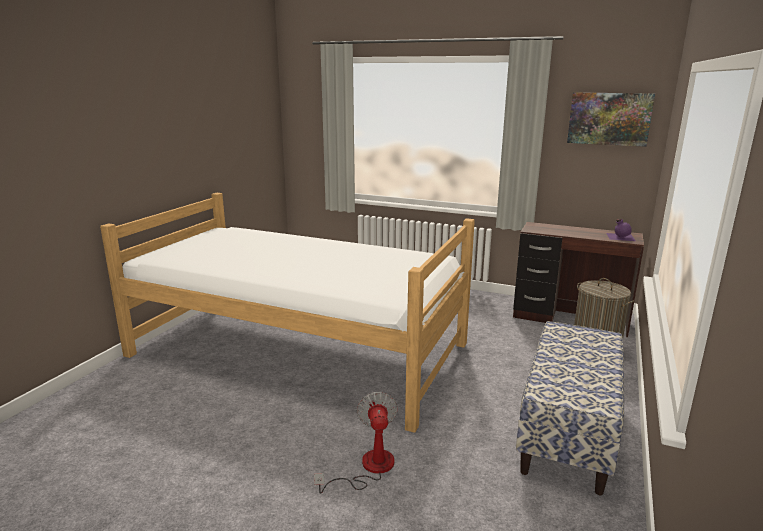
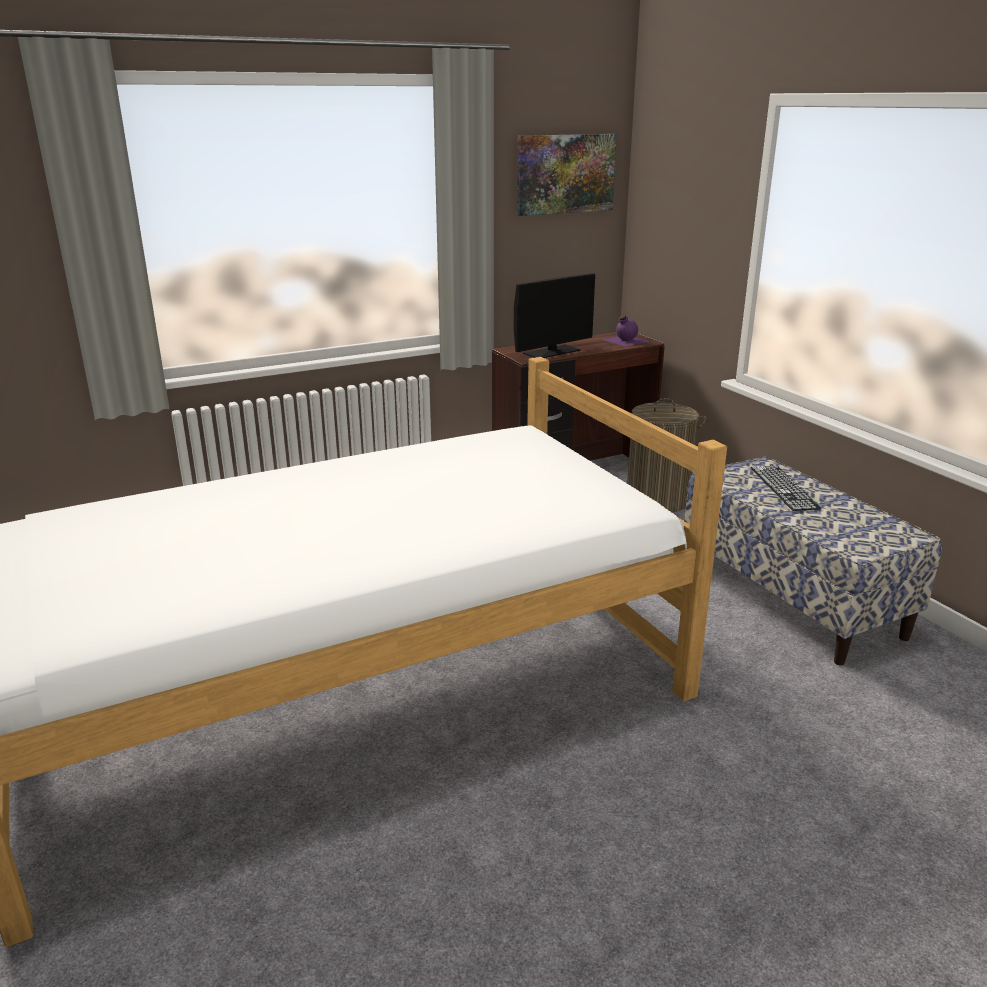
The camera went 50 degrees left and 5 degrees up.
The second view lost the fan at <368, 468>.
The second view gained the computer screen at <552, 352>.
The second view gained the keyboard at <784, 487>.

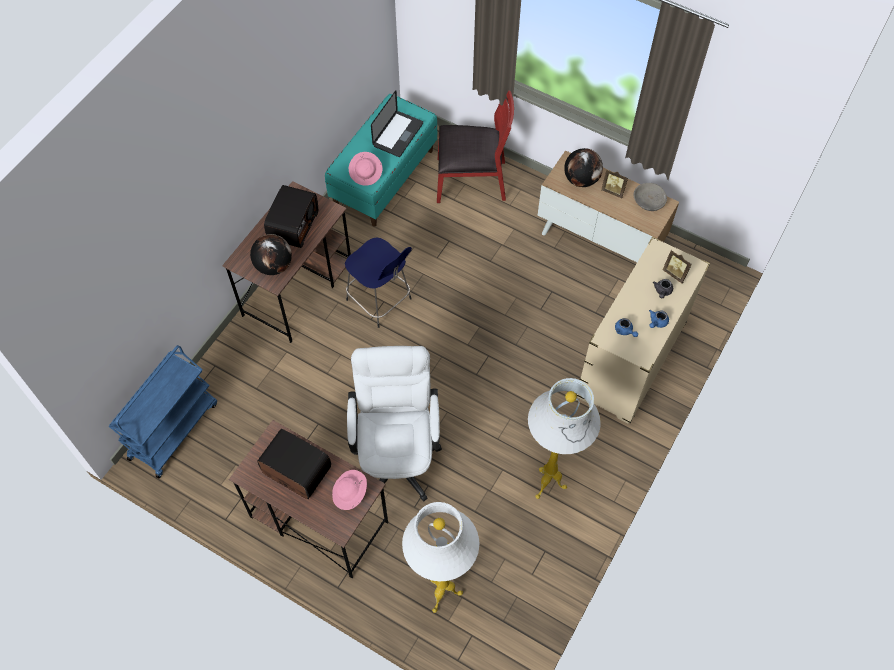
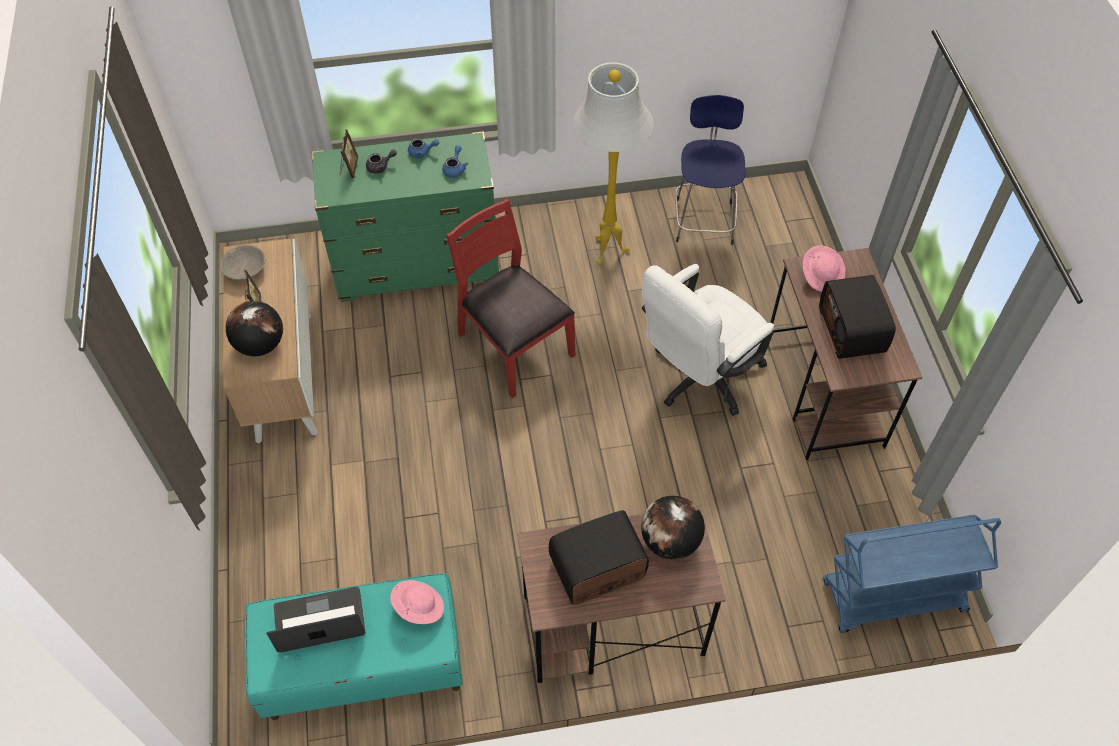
The camera went 130 degrees left and 5 degrees down.
The chair (reddish) ended up elsewhere, having gone from <471, 180> to <513, 345>.
What was the drawer chest (sand-coloured) at <631, 361> turned into the drawer chest (green) at <417, 266>.
The sitting stool (blue) ended up elsewhere, having gone from <380, 301> to <704, 219>.
The second view lost the standing lamp (white-coloured) at <441, 594>.

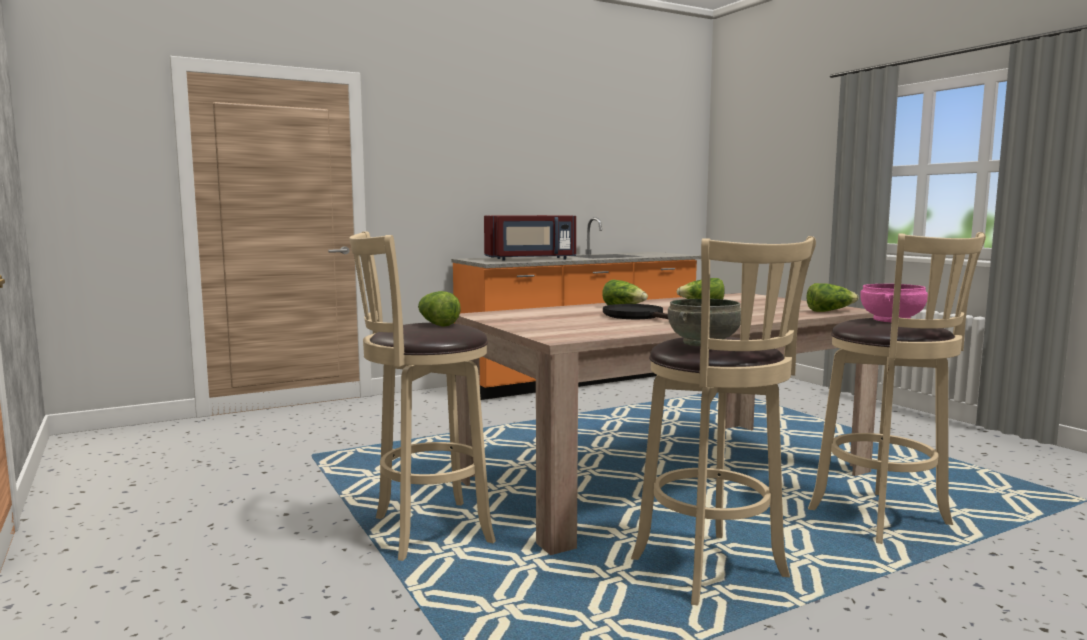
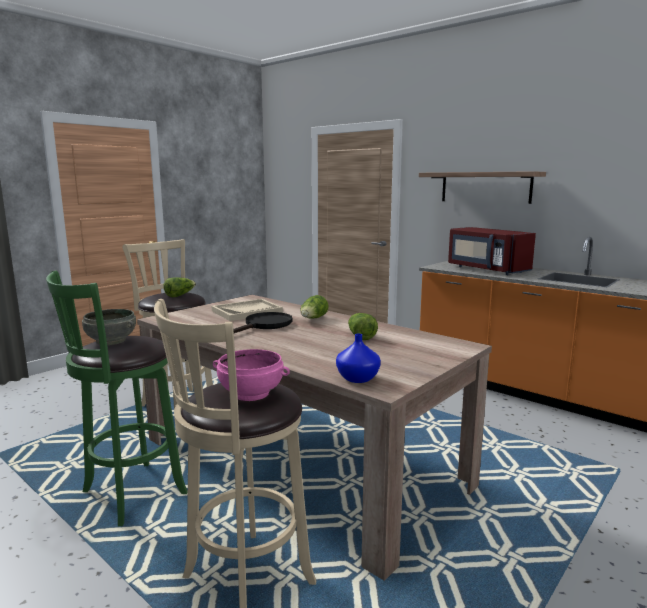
The camera went 70 degrees right and 5 degrees up.
What was the sitting stool (sand-coloured) at <714, 571> turned into the sitting stool (green) at <129, 495>.
Where the head of lettuce stood at <829, 311>, the flower vase (blue) came to stand at <358, 378>.
The second view gained the wall shelf at <485, 187>.
The second view gained the tray (sand-coloured) at <247, 312>.

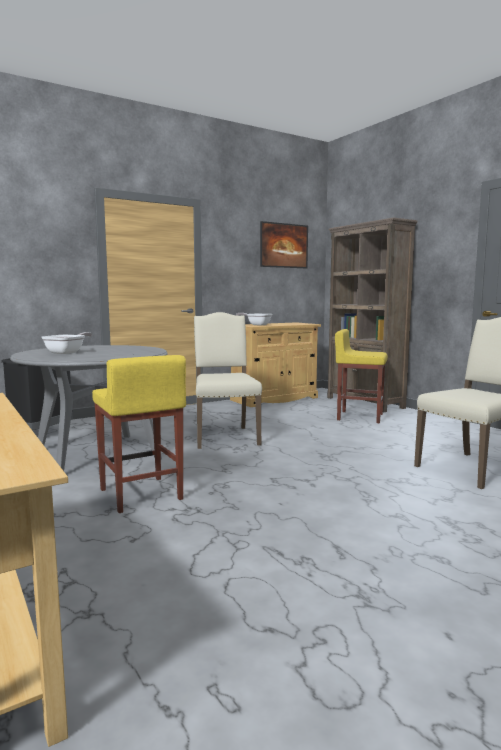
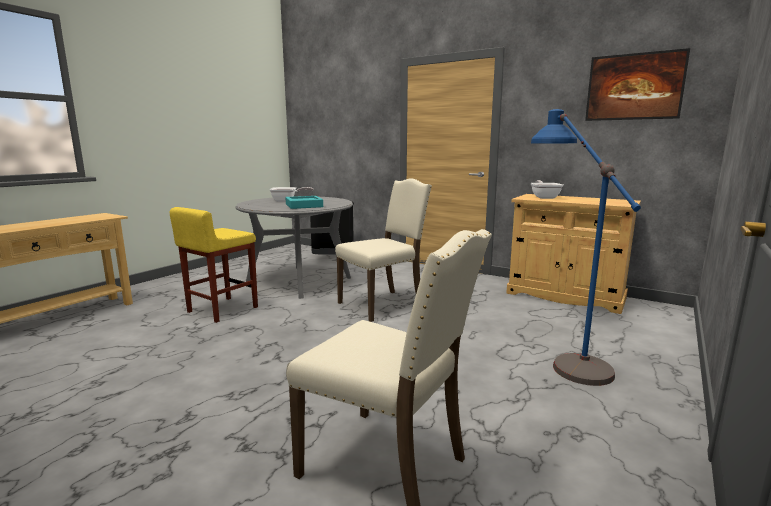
The camera went 65 degrees right and 5 degrees up.
The second view lost the bookshelf (brown-coloured) at <365, 403>.
Where the sitting stool (yellow-coloured) stood at <359, 417>, the standing lamp (blue) came to stand at <562, 352>.
The second view gained the tray (turquoise-coloured) at <304, 206>.

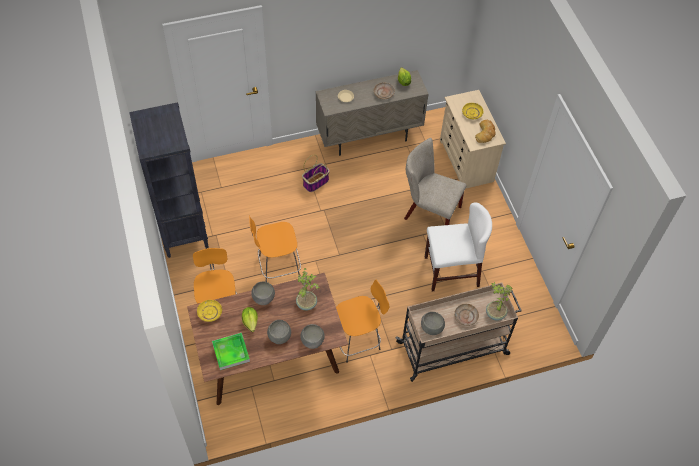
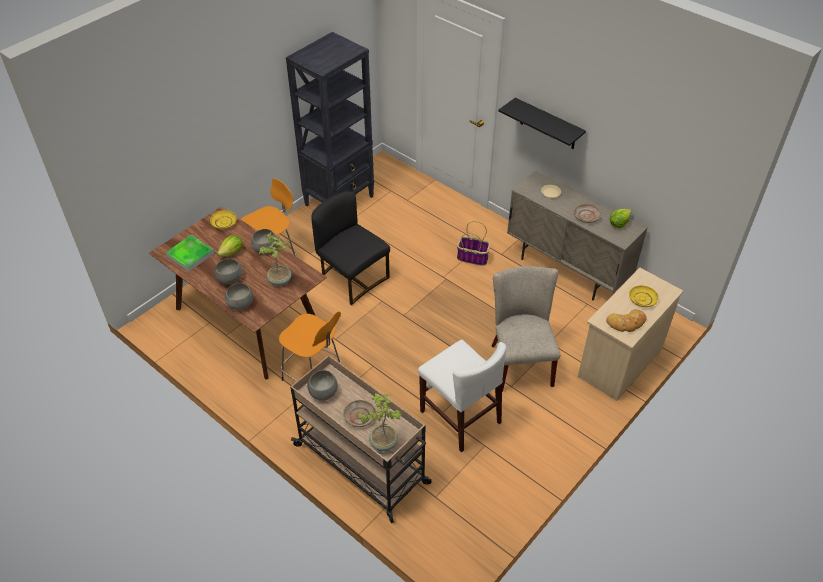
The camera went 60 degrees right and 10 degrees down.
Where the sitting stool (orange-coloured) stood at <277, 267>, the chair (black-coloured) came to stand at <352, 278>.
The second view gained the wall shelf (black-coloured) at <548, 124>.

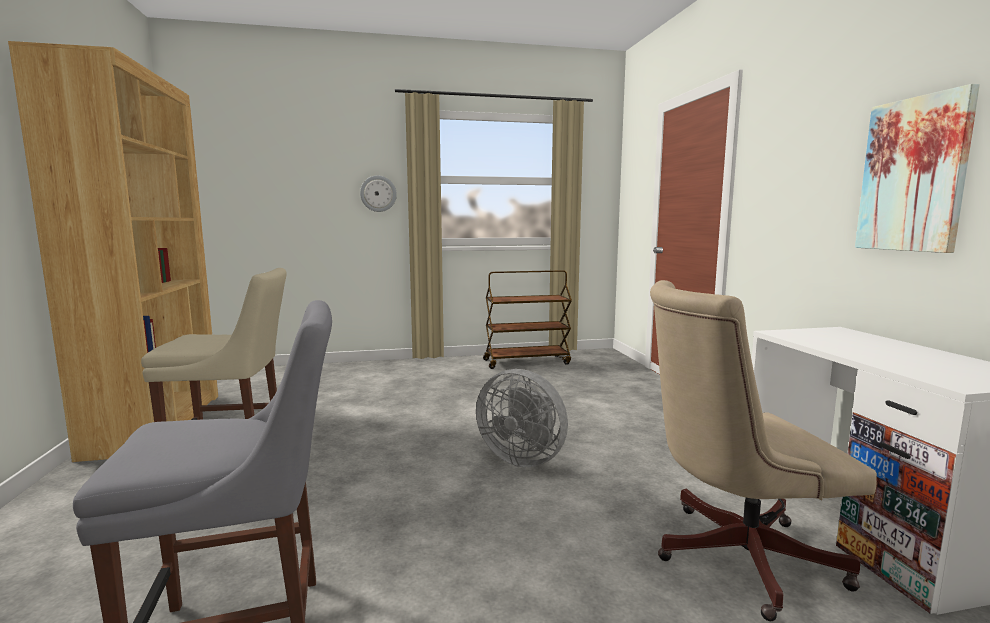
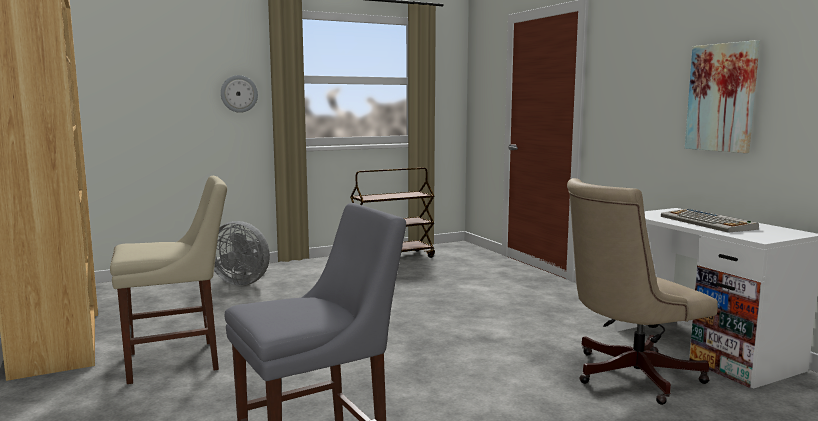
The camera went 15 degrees left and 0 degrees up.
The fan (grey) ended up elsewhere, having gone from <522, 458> to <242, 282>.
The second view gained the keyboard at <708, 222>.

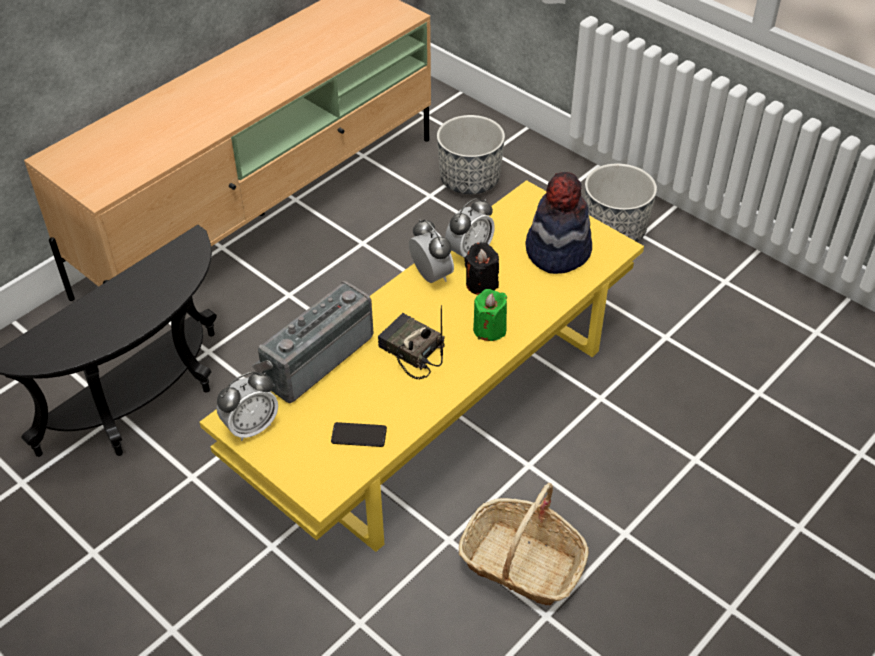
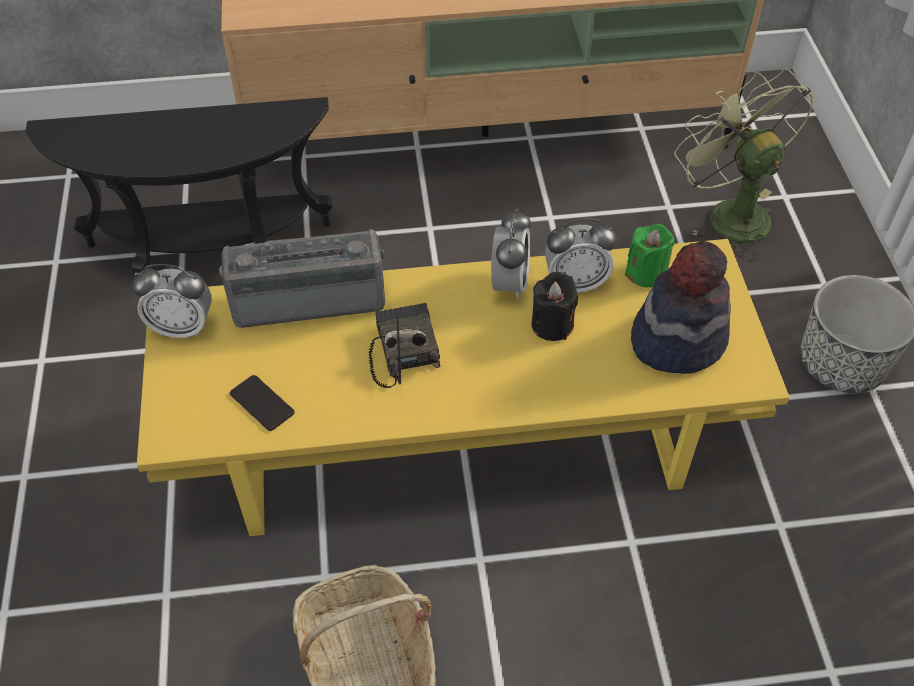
The camera went 40 degrees right and 5 degrees up.
Where the planter stood at <470, 180>, the fan (green) came to stand at <728, 213>.
The candle (green) ended up elsewhere, having gone from <489, 329> to <646, 273>.

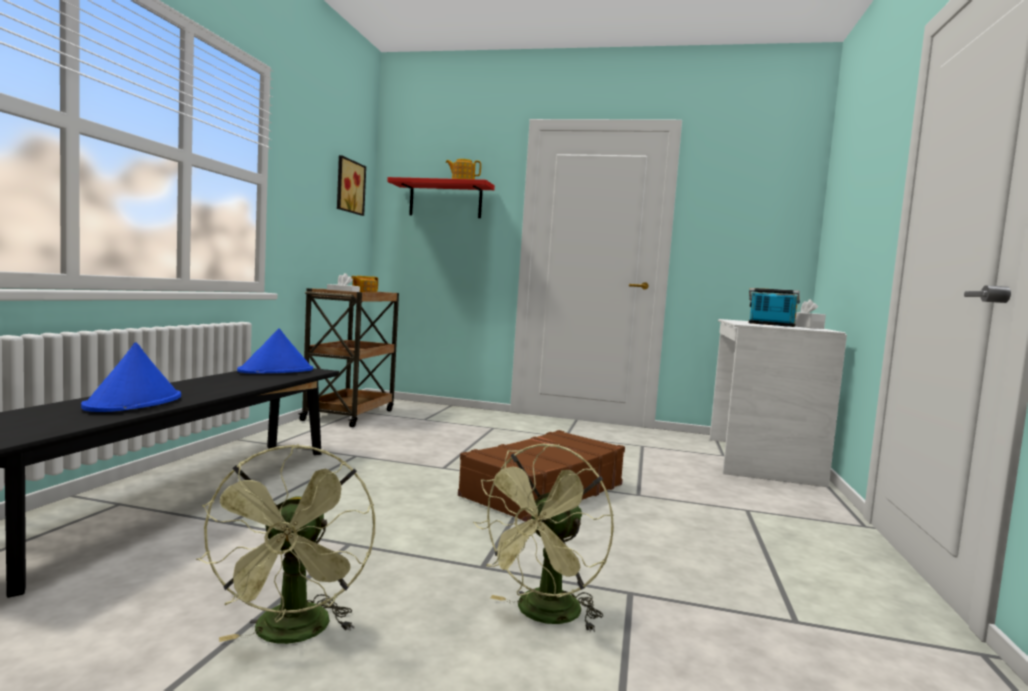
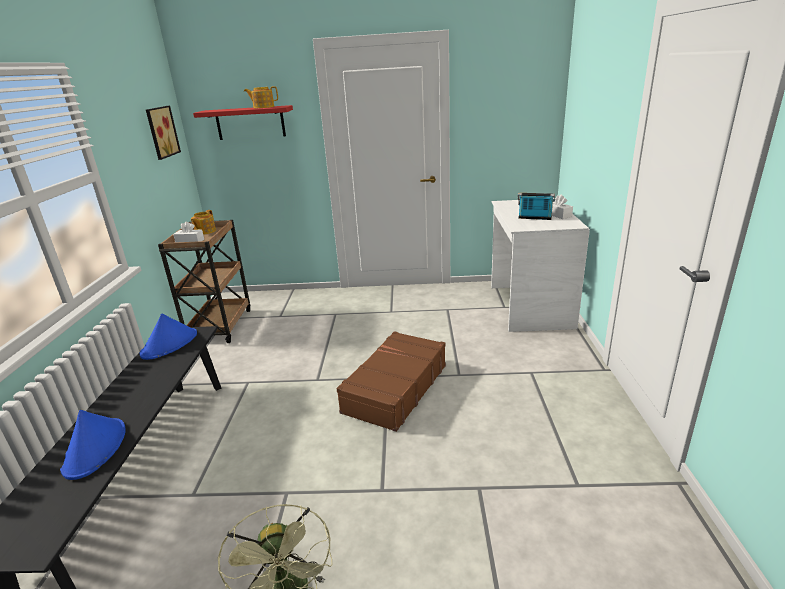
The camera went 10 degrees left and 20 degrees up.
The second view lost the fan (green) at <543, 615>.

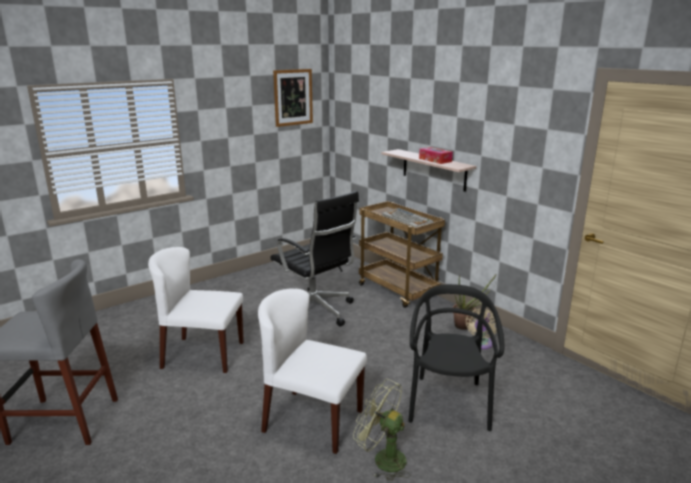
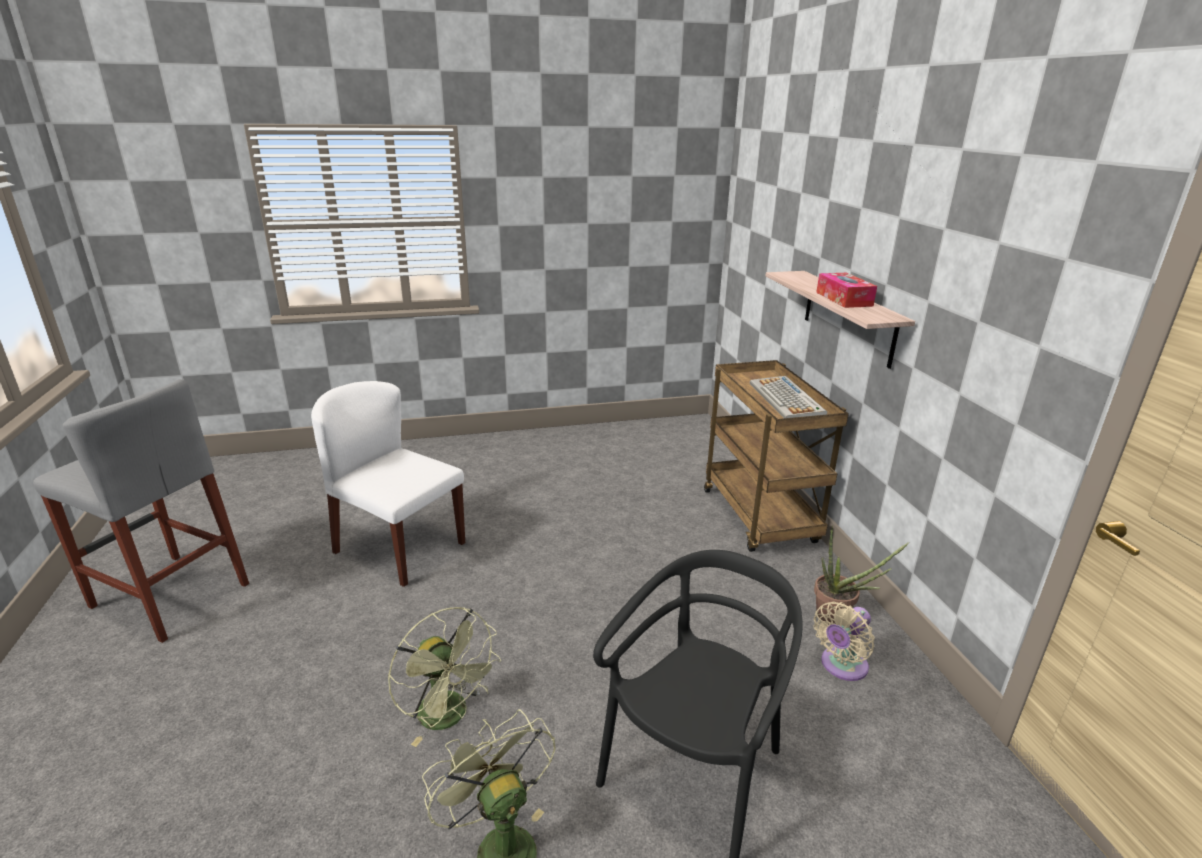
The camera went 25 degrees right and 5 degrees up.
The second view lost the wall art at <293, 97>.
The second view lost the desk chair (black-coloured) at <315, 312>.
Where the chair (white-coloured) stood at <312, 420>, the fan (green) came to stand at <450, 717>.

